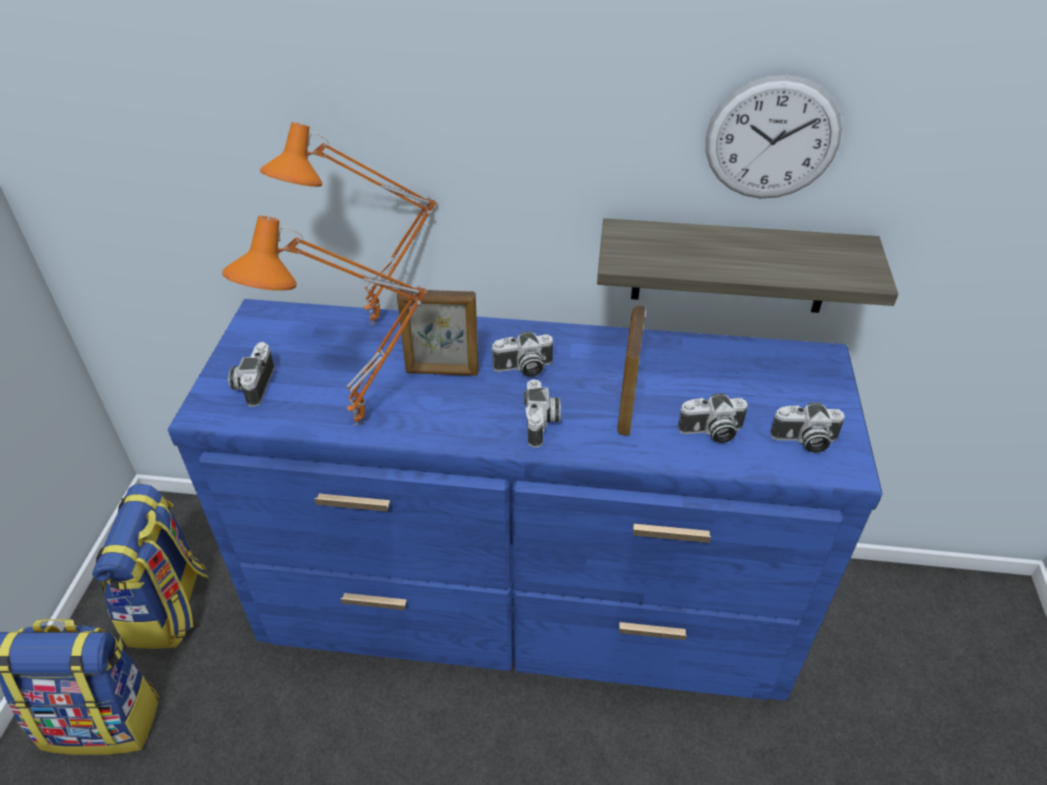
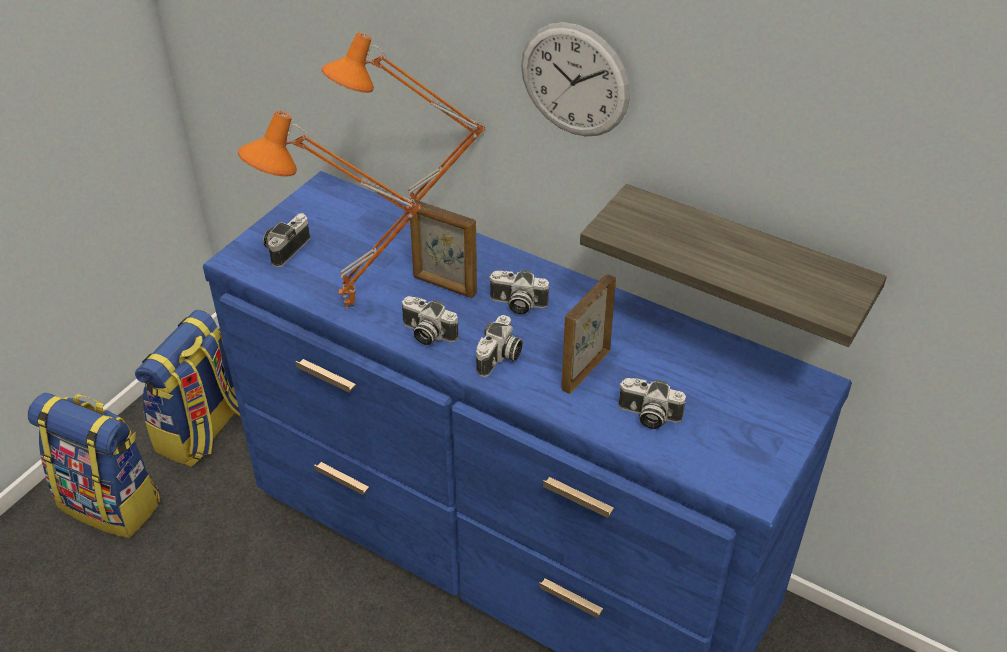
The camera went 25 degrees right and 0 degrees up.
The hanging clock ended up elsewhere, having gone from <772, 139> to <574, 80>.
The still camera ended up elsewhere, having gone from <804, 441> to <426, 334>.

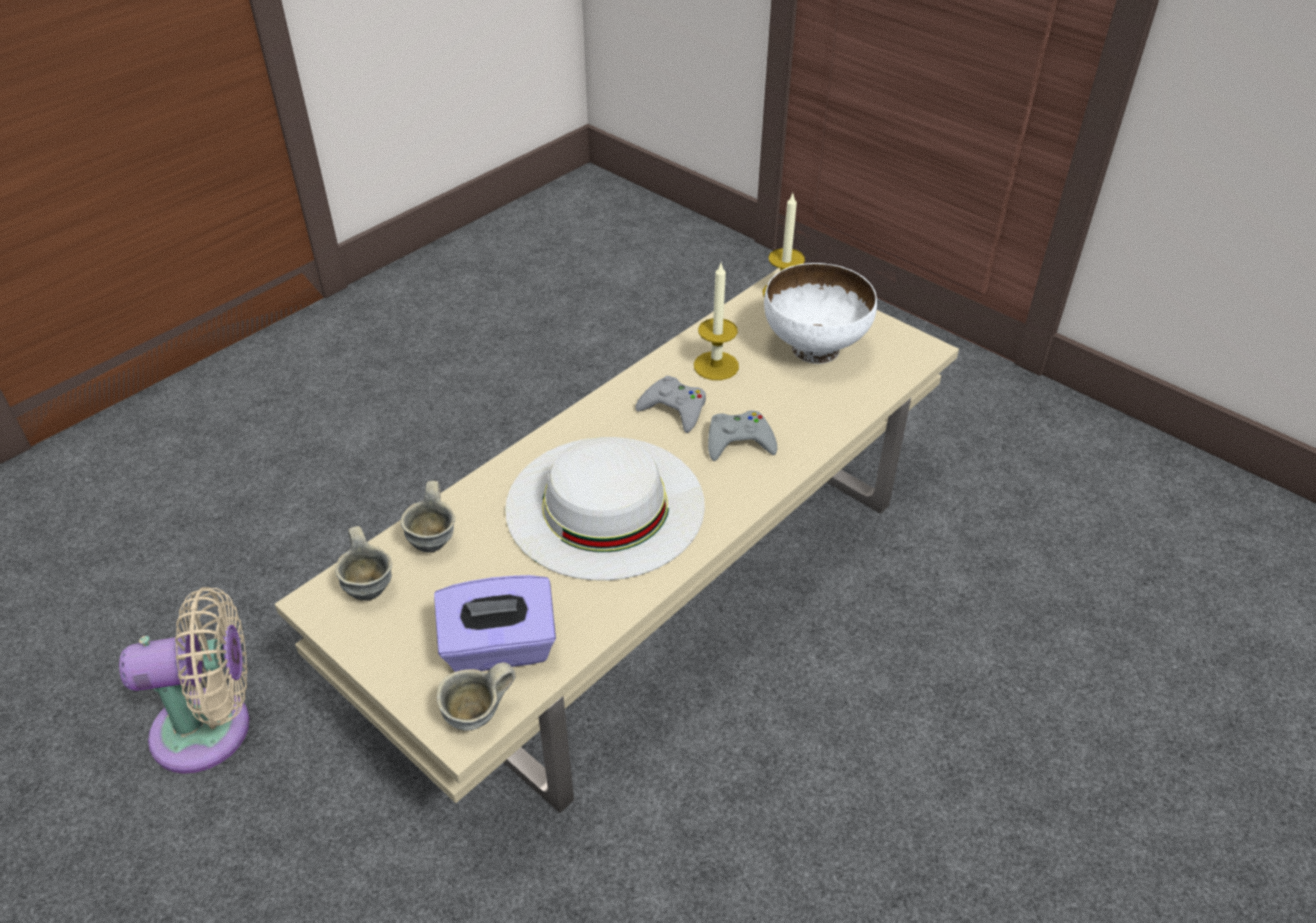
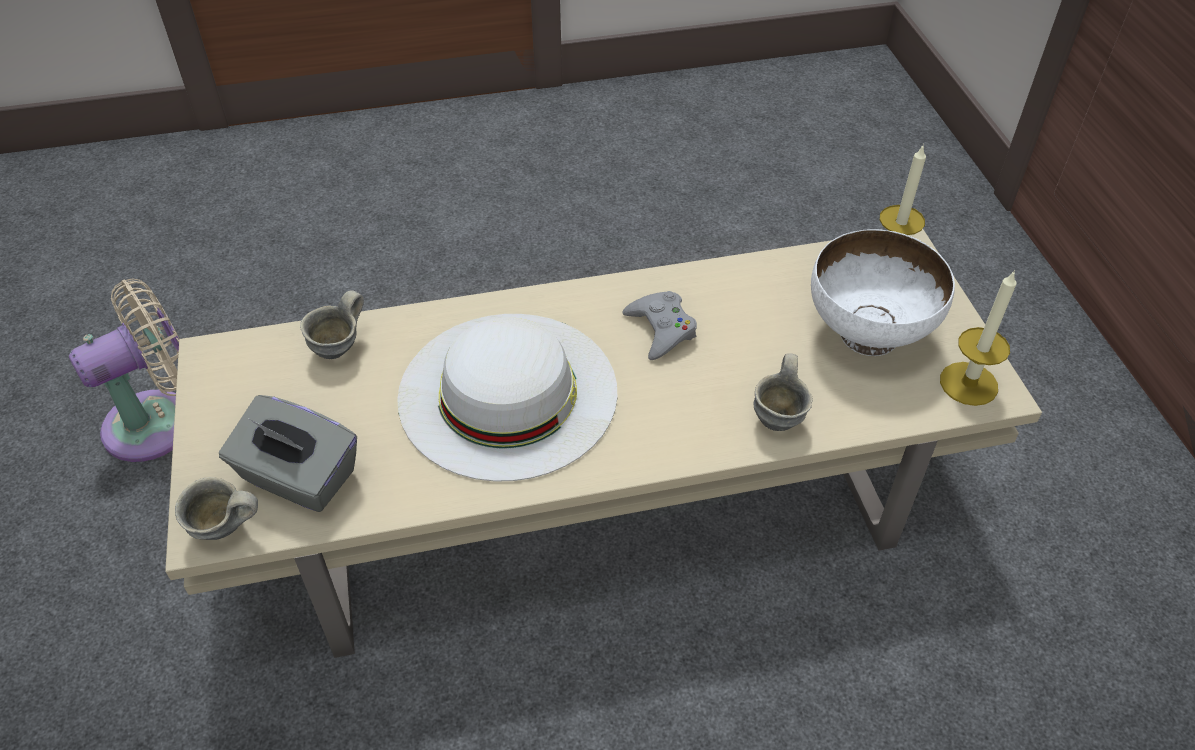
The camera went 35 degrees right and 5 degrees up.
The candle ended up elsewhere, having gone from <716, 366> to <968, 383>.
The second view lost the joypad (grey) at <739, 442>.
The coffee mug (grey) ended up elsewhere, having gone from <371, 586> to <781, 417>.
What was the tissue box (purple) at <499, 648> turned into the tissue box (grey) at <298, 478>.
The fan (sand-coloured) at <212, 729> ended up facing another way, 60 degrees counterclockwise from before.

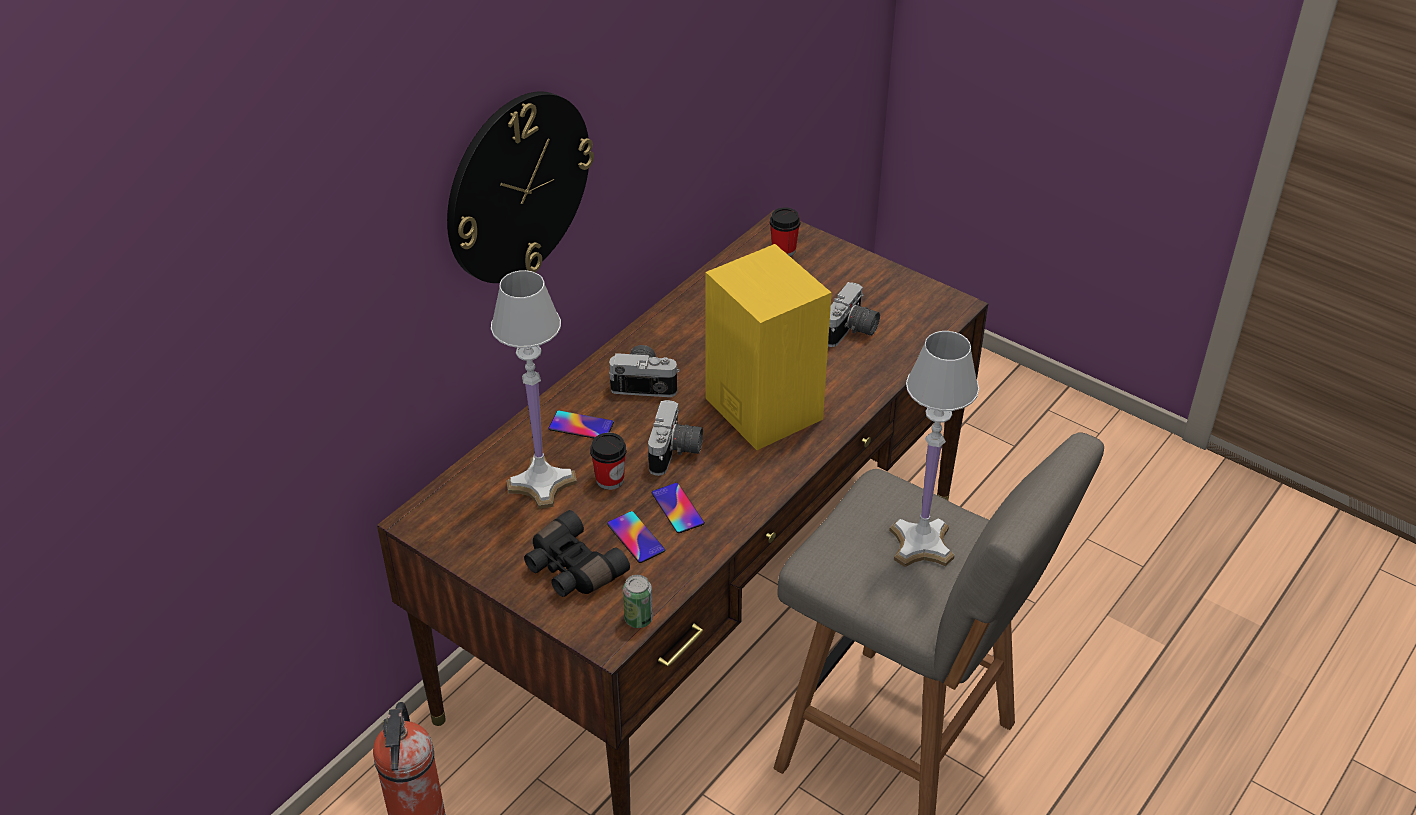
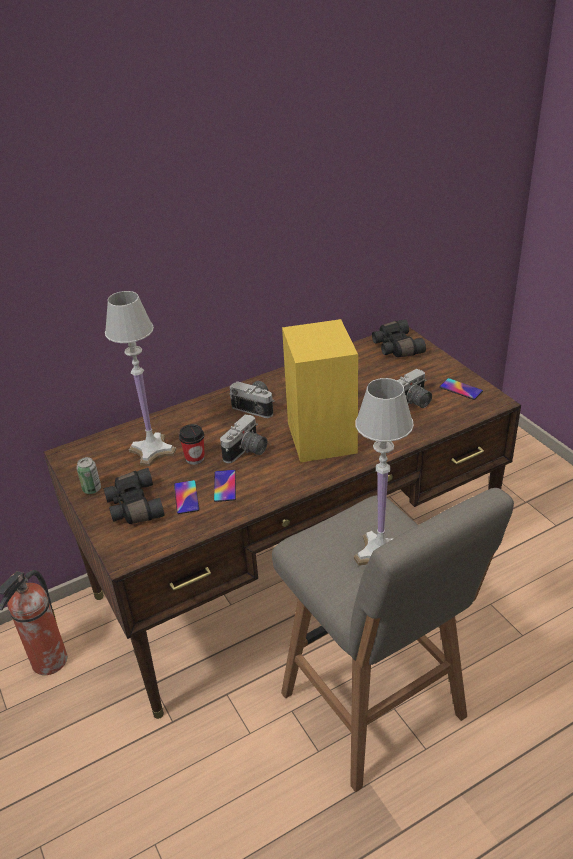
The camera went 25 degrees right and 5 degrees down.
The second view lost the hanging clock at <517, 187>.
Where the small cup stood at <783, 250>, the binoculars (black-coloured) came to stand at <395, 347>.
The phone ended up elsewhere, having gone from <581, 426> to <461, 389>.
The can ended up elsewhere, having gone from <638, 619> to <92, 489>.

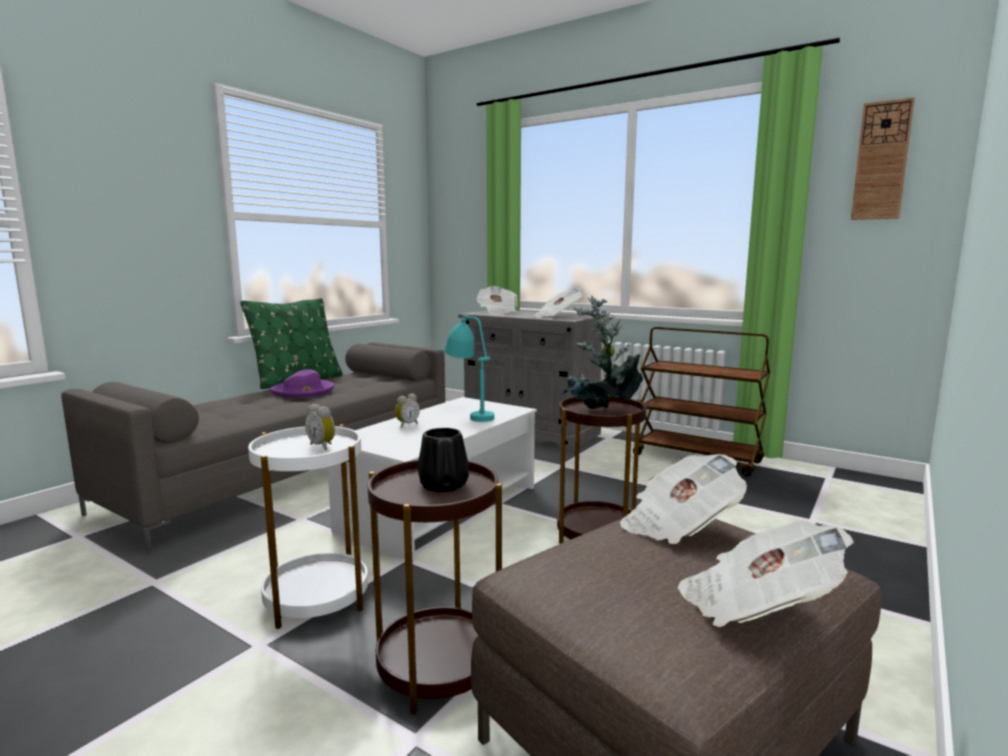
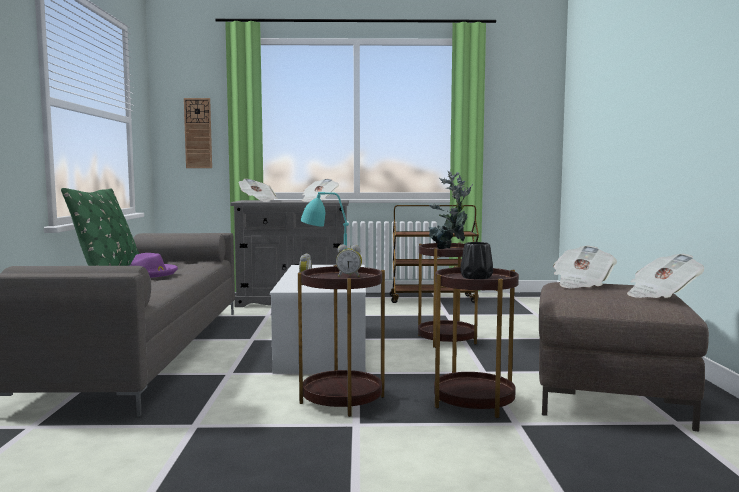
The camera went 35 degrees left and 5 degrees down.
The hanging clock ended up elsewhere, having gone from <881, 161> to <198, 133>.
What was the side table (white-coloured) at <317, 598> turned into the side table (brown-coloured) at <342, 400>.

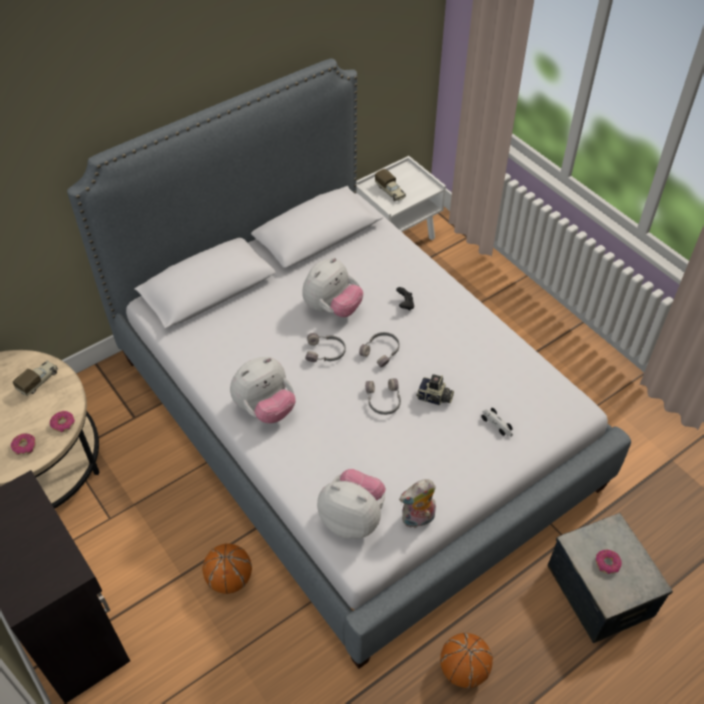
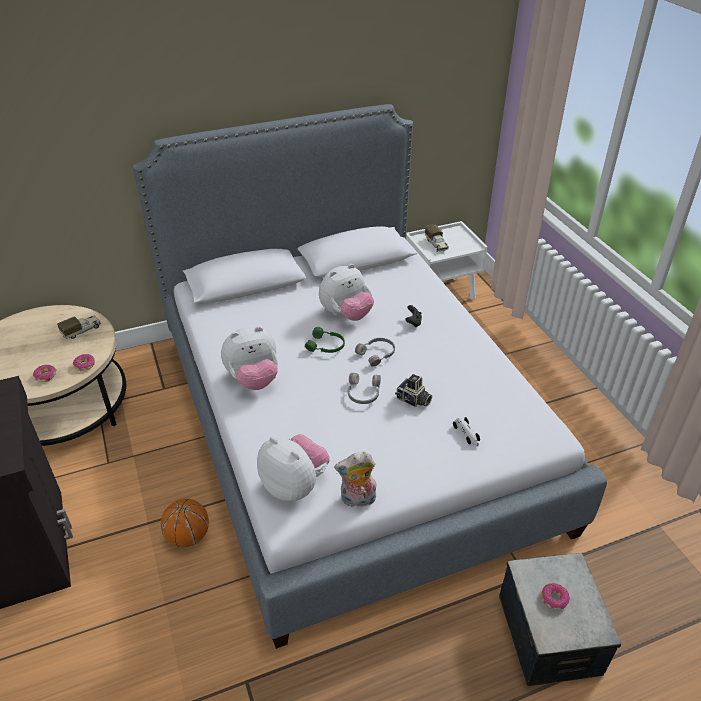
The camera went 15 degrees right and 10 degrees down.
What was the headphones (grey) at <325, 352> turned into the headphones (green) at <326, 346>.
The second view lost the basketball at <463, 669>.

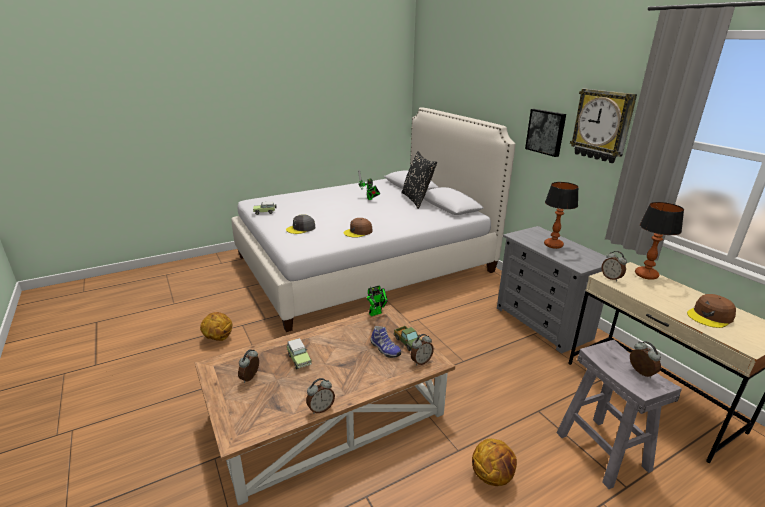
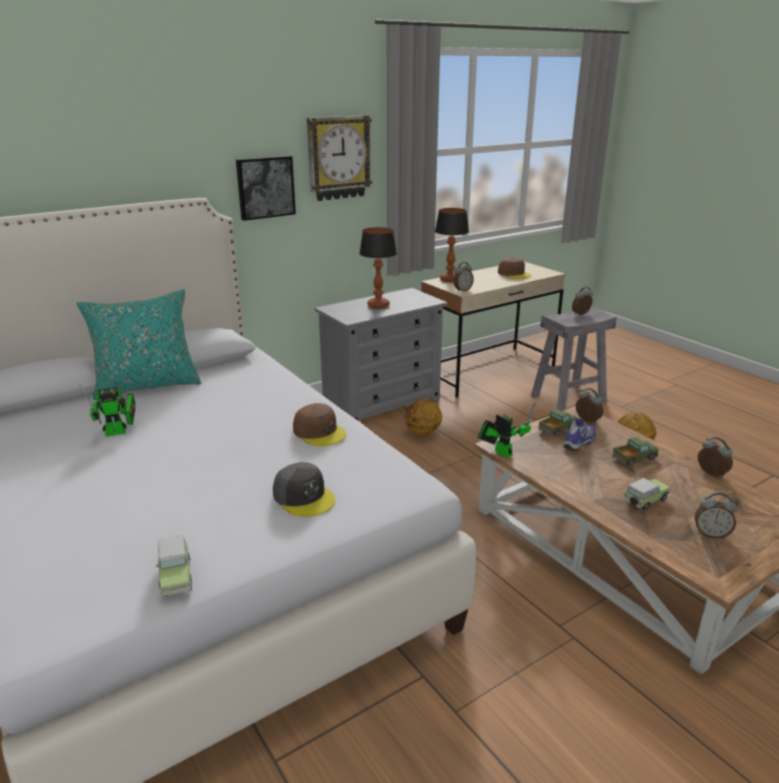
The camera went 95 degrees left and 0 degrees up.
What was the cushion (black-coloured) at <417, 200> turned into the cushion (turquoise-coloured) at <147, 386>.
The basketball ended up elsewhere, having gone from <218, 338> to <422, 433>.
The second view gained the model truck at <634, 458>.

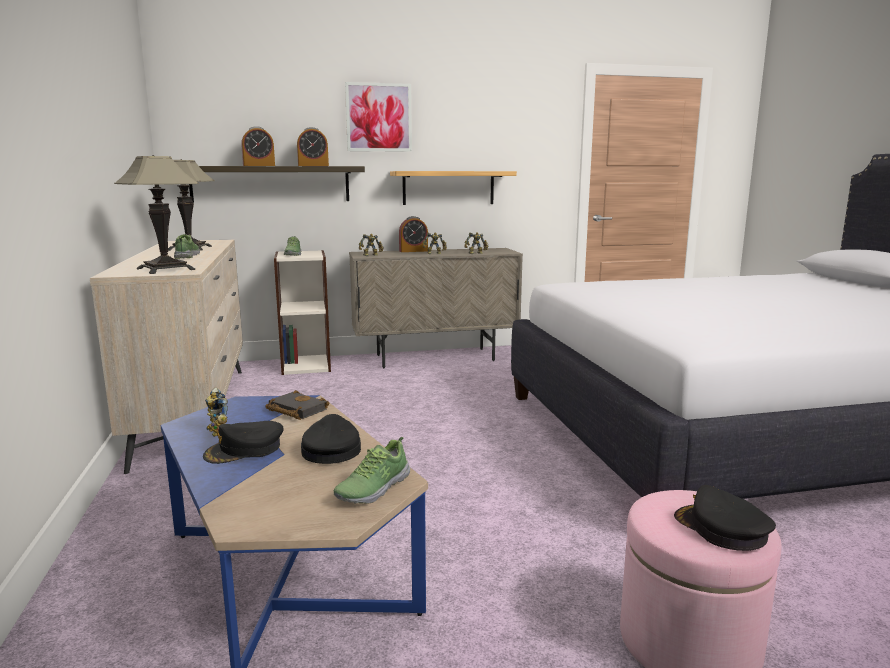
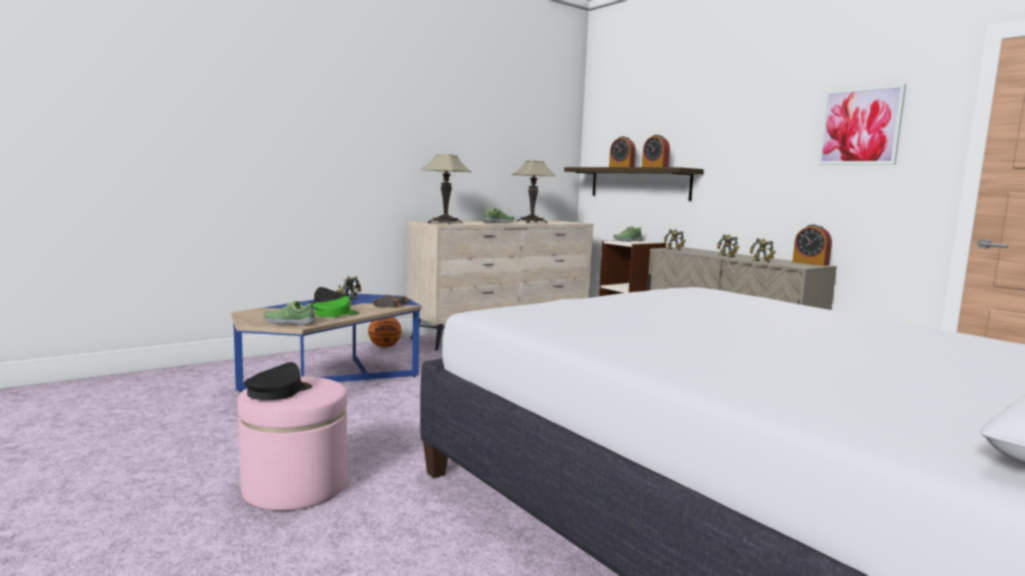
The camera went 65 degrees right and 5 degrees down.
The wall art ended up elsewhere, having gone from <378, 117> to <860, 126>.
The second view lost the wall shelf at <448, 187>.
The bedside clock ended up elsewhere, having gone from <413, 251> to <810, 263>.
What was the cap (black-coloured) at <331, 449> turned into the cap (green) at <336, 314>.
The second view gained the basketball at <384, 346>.

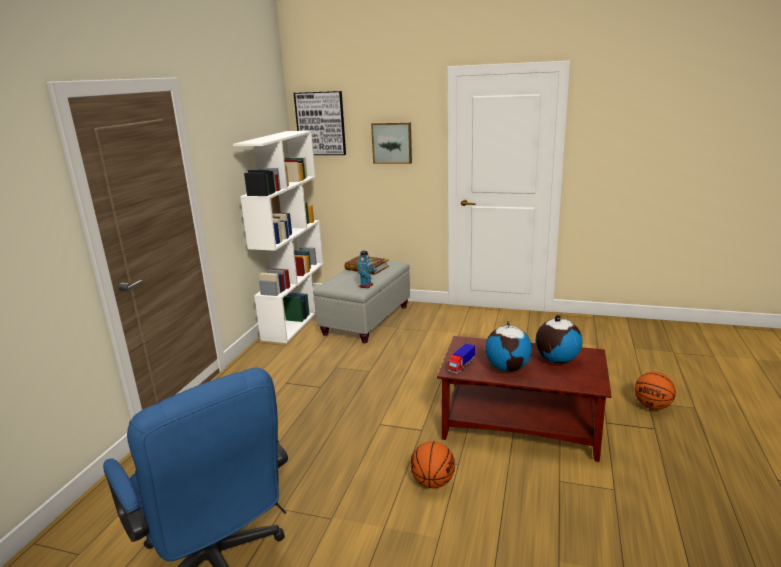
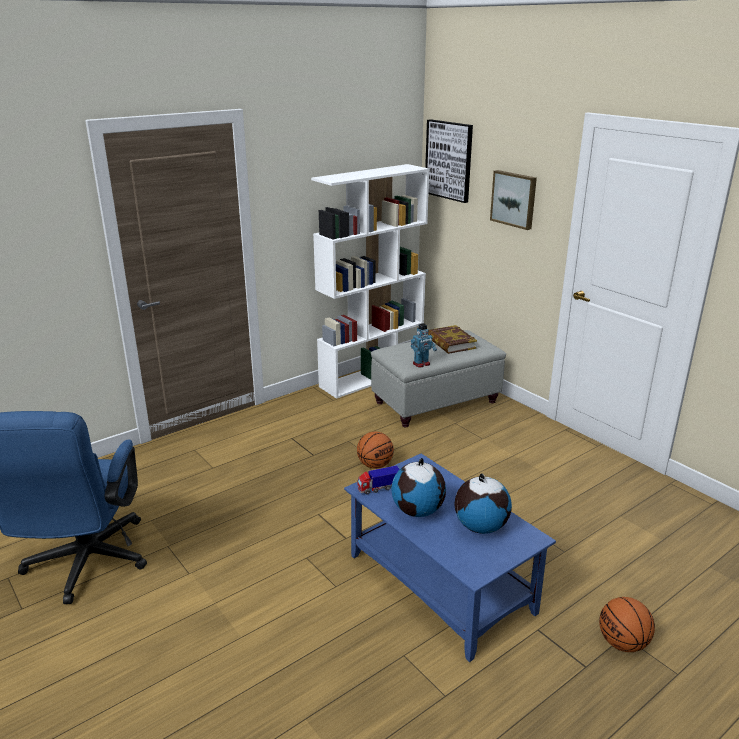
The camera went 35 degrees right and 5 degrees up.
What was the coffee table (brown-coloured) at <521, 426> turned into the coffee table (blue) at <441, 584>.
The basketball ended up elsewhere, having gone from <433, 482> to <375, 465>.

